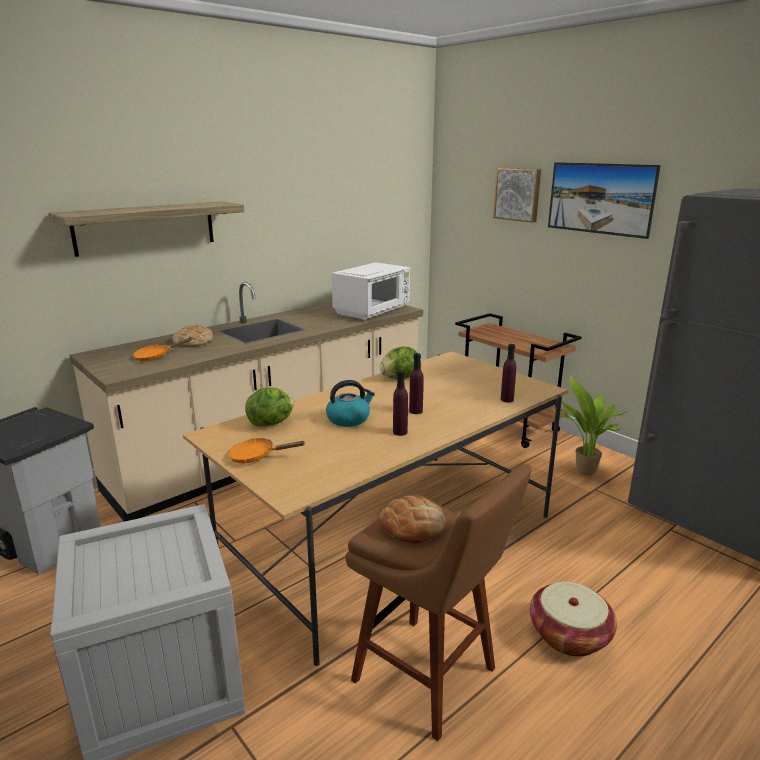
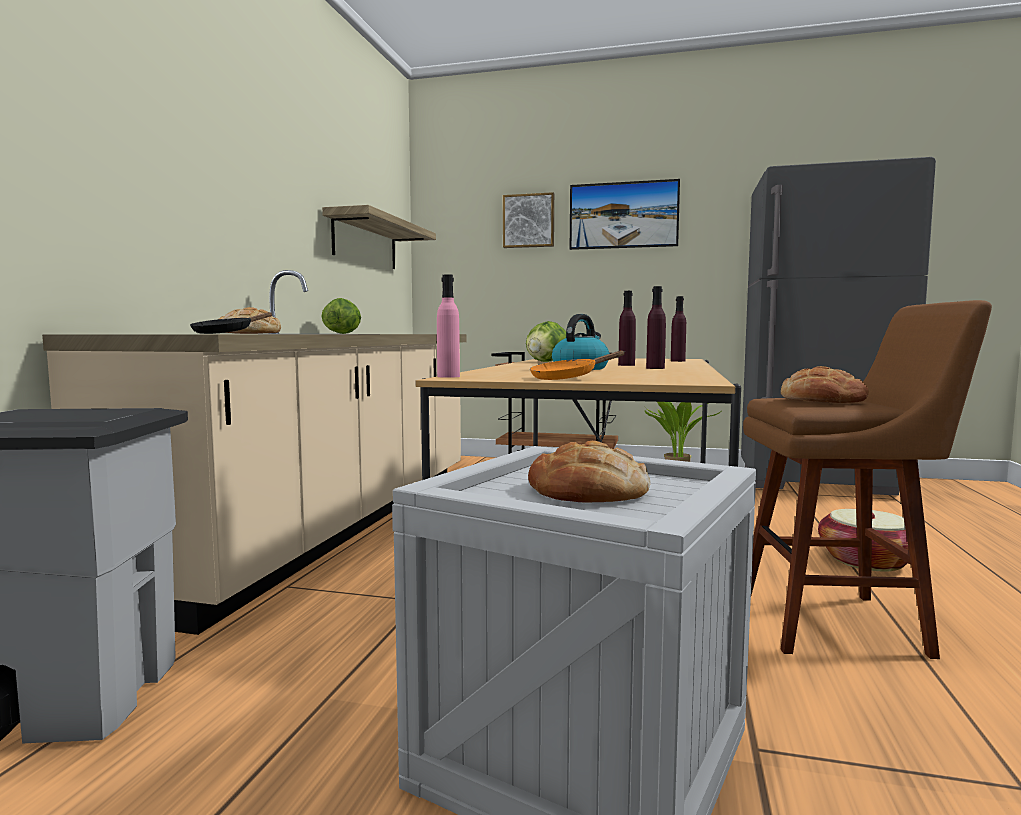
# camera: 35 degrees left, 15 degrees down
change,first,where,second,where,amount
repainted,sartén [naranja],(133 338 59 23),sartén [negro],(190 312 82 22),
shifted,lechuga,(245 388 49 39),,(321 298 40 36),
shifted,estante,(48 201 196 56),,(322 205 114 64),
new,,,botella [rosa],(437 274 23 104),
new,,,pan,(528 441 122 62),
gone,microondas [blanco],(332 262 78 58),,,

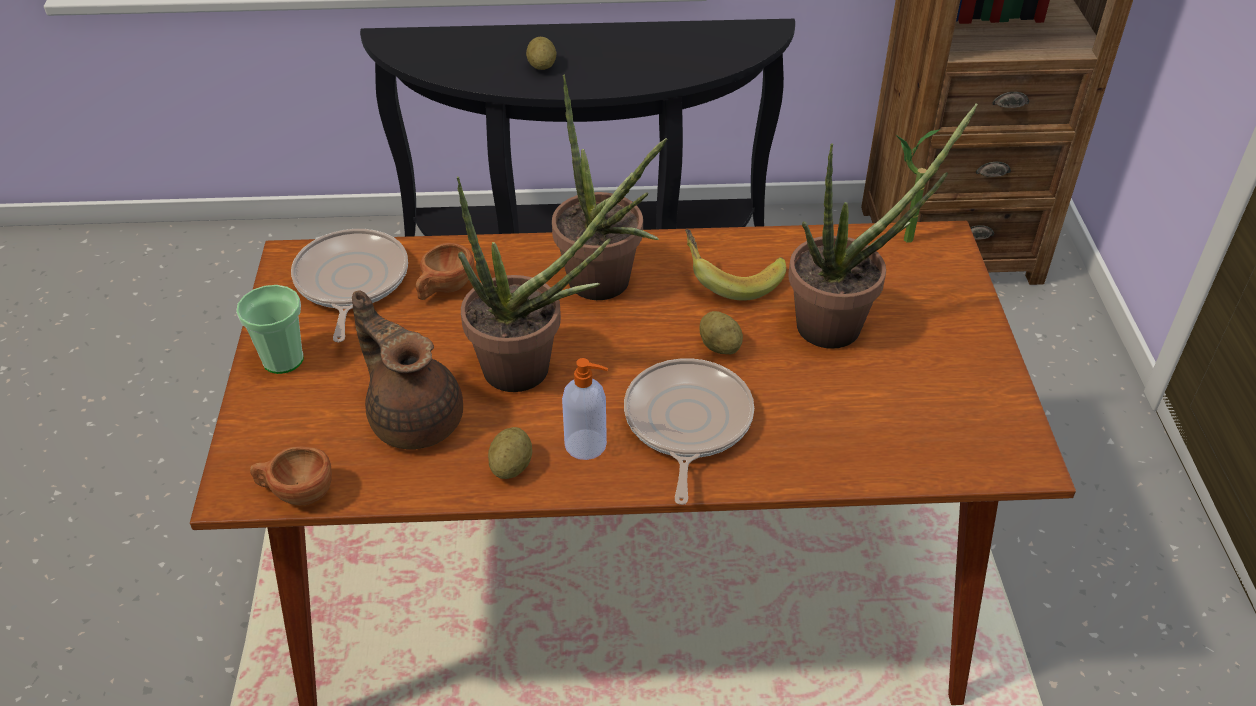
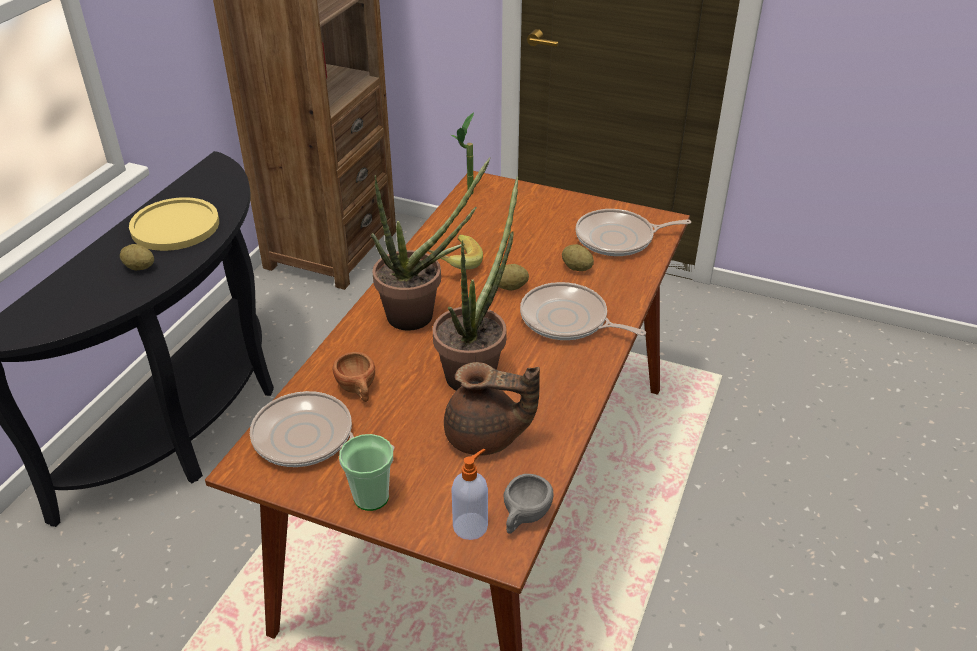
# camera: 65 degrees left, 5 degrees down
change,first,where,second,where,amount
new,,,plato [amarillo],(129 197 90 54),
rotated,tetera [marrón],(352 290 111 159),,(444 362 96 94),150 degrees counterclockwise
shifted,dispensador de jabón,(562 358 46 102),,(451 449 37 91),
repainted,taza [marrón],(250 446 82 59),taza [gris],(503 474 51 60),
shifted,patata,(488 427 44 52),,(562 244 32 27),
new,,,sartén,(575 209 116 47),
gone,planta en maceta,(788 103 190 246),,,

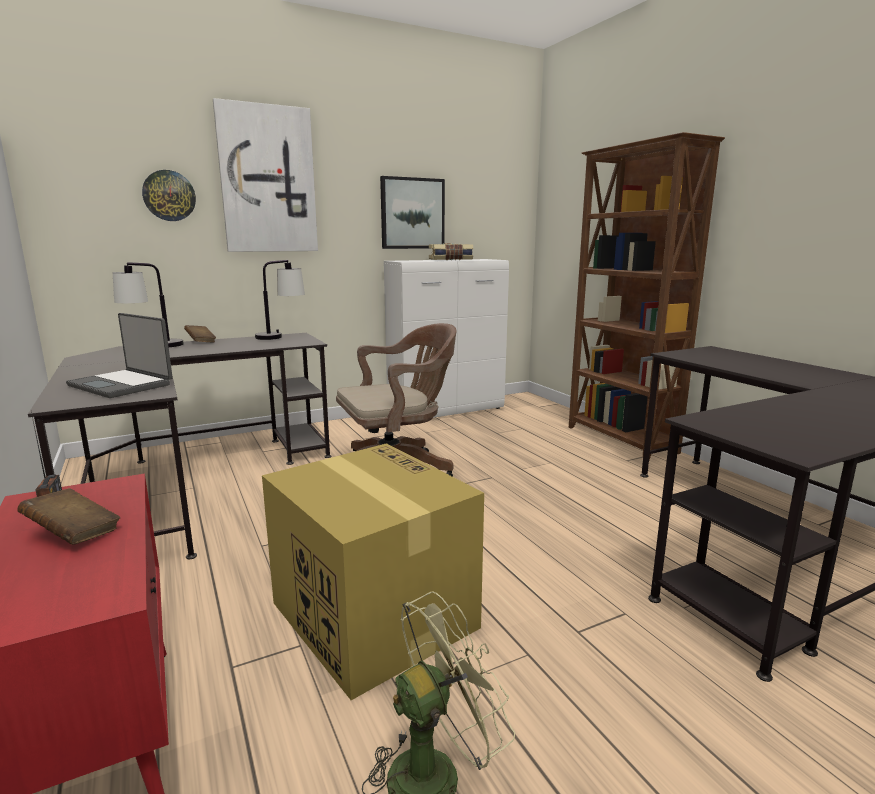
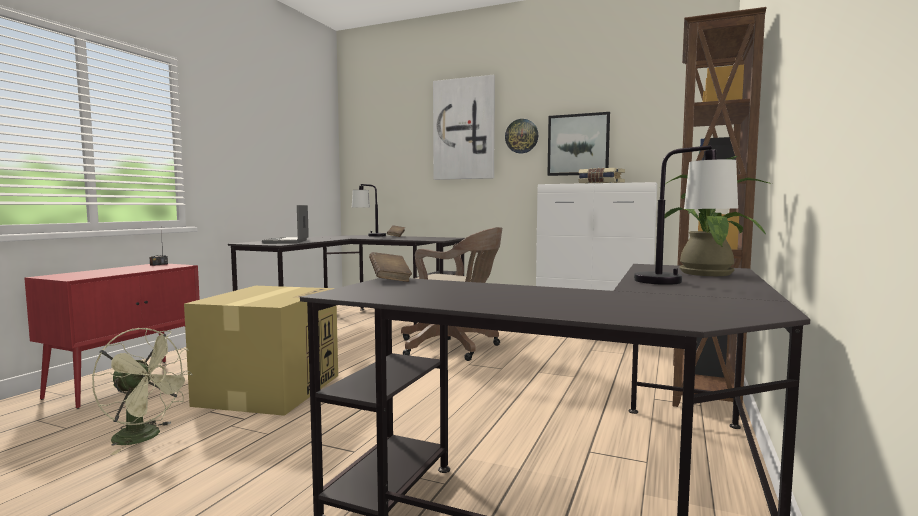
# camera: 50 degrees right, 10 degrees down
change,first,where,second,where,amount
shifted,libro [marrón],(17 488 103 57),,(369 252 43 30),
shifted,reloj de pared,(142 170 54 51),,(505 119 33 35),
shifted,lámpara de mesa,(255 260 50 80),,(634 145 104 140),
new,,,planta en maceta,(659 156 113 120),

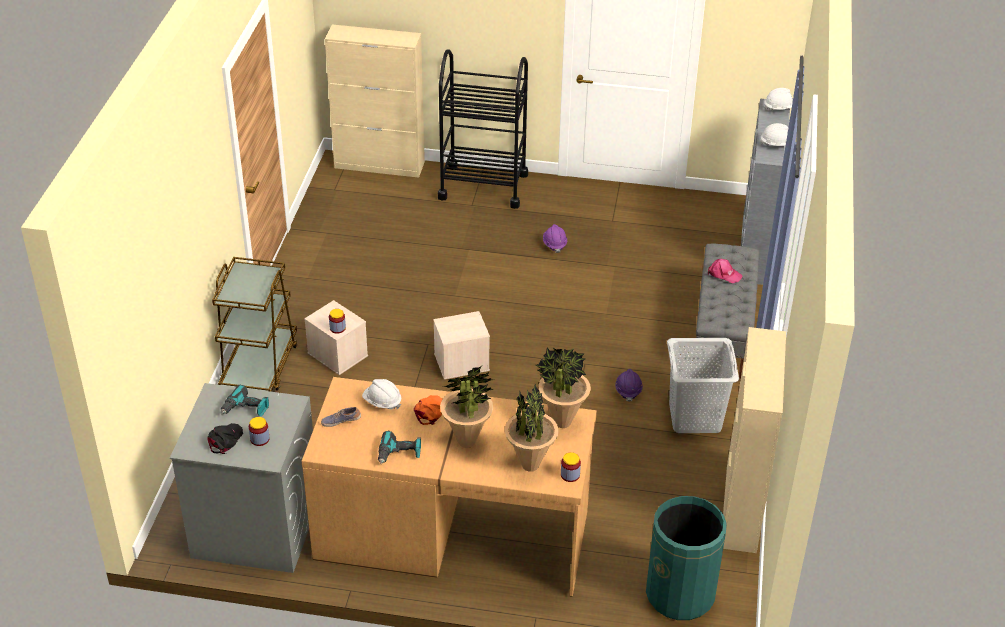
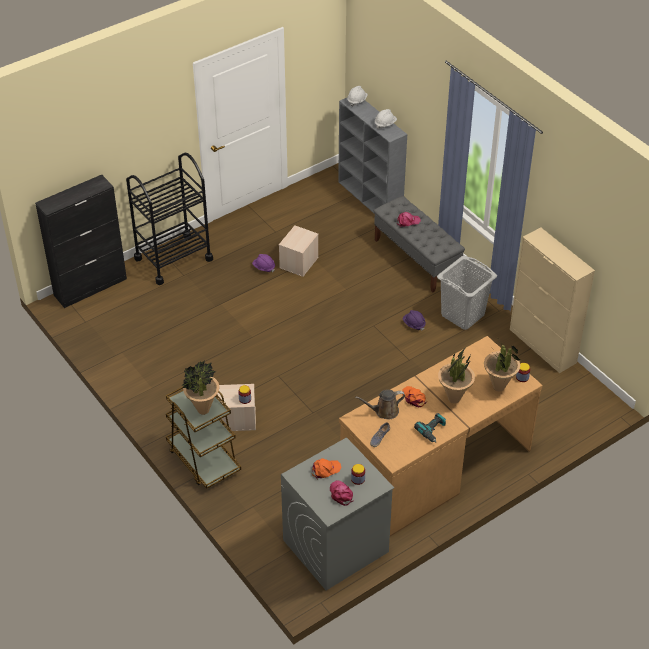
# camera: 45 degrees left, 5 degrees up
change,first,where,second,where,amount
repainted,armario [beis],(325 24 100 154),armario [negro],(35 175 92 133),
shifted,planta en maceta,(536 347 55 81),,(181 360 39 55),
shifted,caja de almacenaje [beis],(433 311 57 68),,(279 225 39 52),
swapped,taladro,(221 385 48 32),gorra [naranja],(312 458 30 22),
repainted,gorra [negro],(207 423 36 31),gorra [rosa],(330 480 24 26),
swapped,casco [blanco],(362 379 39 30),regadera [marrón],(355 389 50 30),
gone,papelera [verde],(646 496 81 124),,,

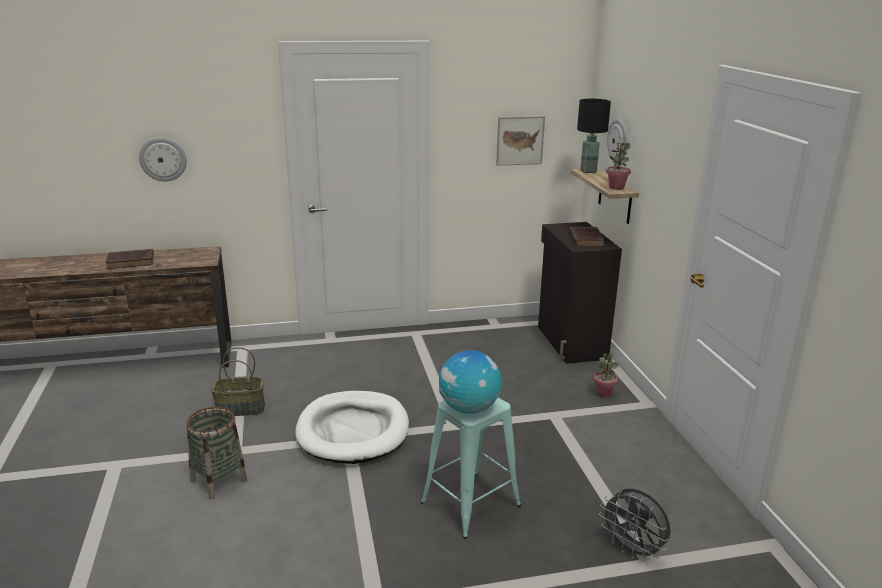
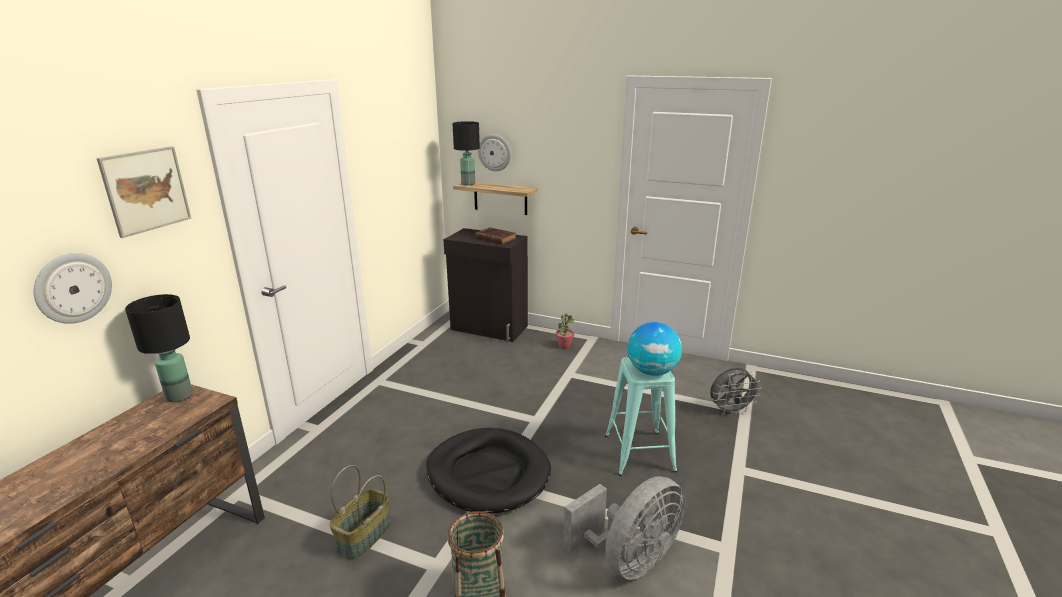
# camera: 55 degrees left, 0 degrees up
change,first,where,second,where,amount
shifted,cuadro,(496 116 49 50),,(97 146 94 92),
new,,,lámpara de mesa [negro],(125 294 68 108),
repainted,cama para perro [blanco],(295 391 114 73),cama para perro [negro],(426 428 125 85),
new,,,ventilador [gris],(563 476 123 104),
gone,libro [marrón],(105 249 49 20),,,
gone,planta en maceta,(606 142 25 48),,,

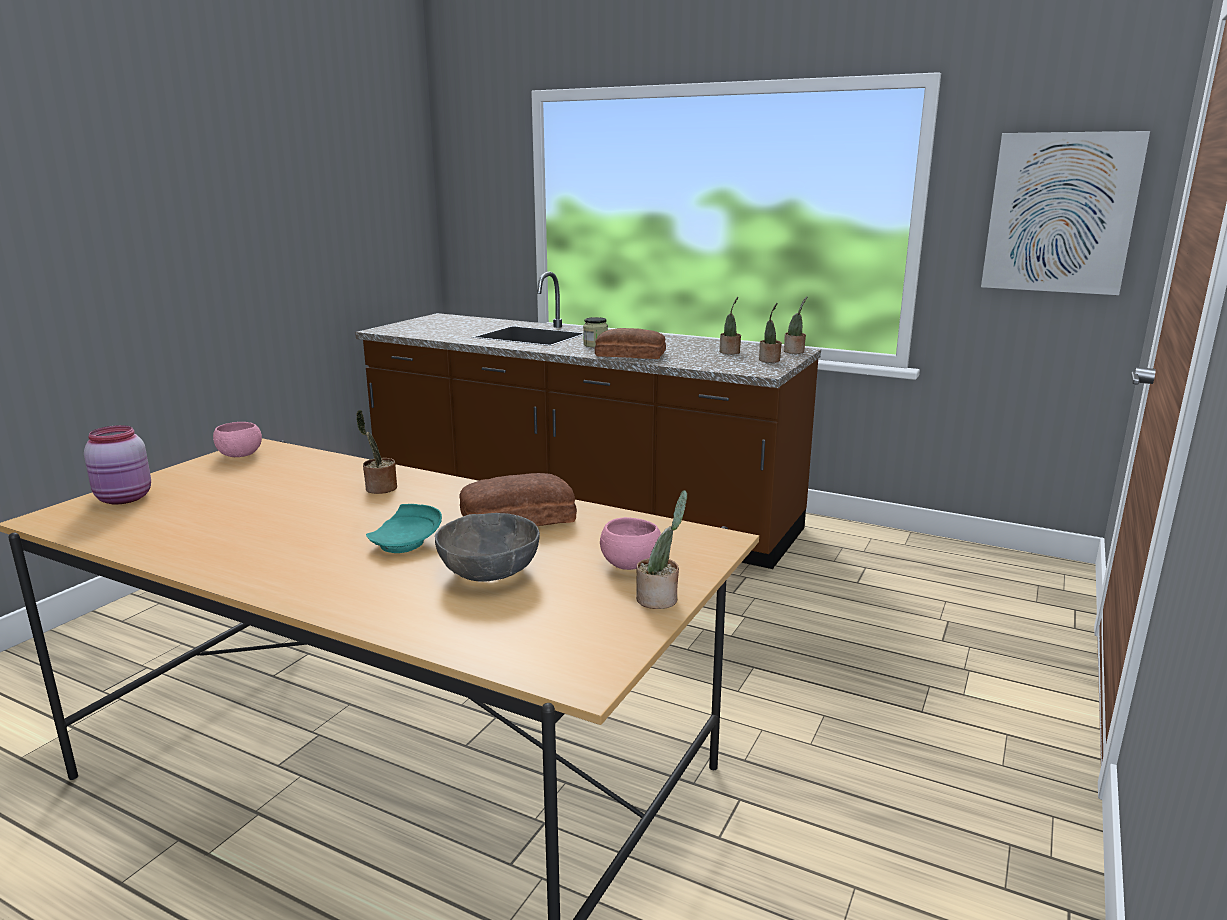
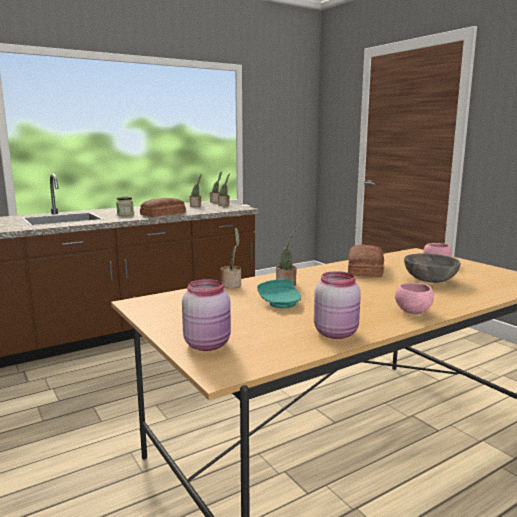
# camera: 60 degrees left, 5 degrees down
change,first,where,second,where,amount
shifted,planta en maceta,(636 490 51 119),,(220 228 21 61),
shifted,plato [turquesa],(366 504 76 49),,(257 279 44 29),
new,,,tarro [rosa],(314 271 47 68),
shifted,cuenco [rosa],(213 422 49 35),,(395 283 39 31),
gone,cuadro,(981 131 169 164),,,

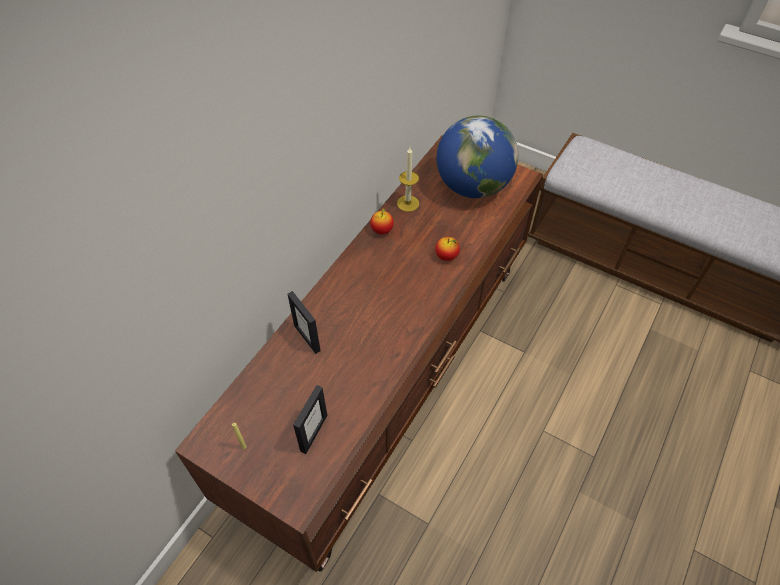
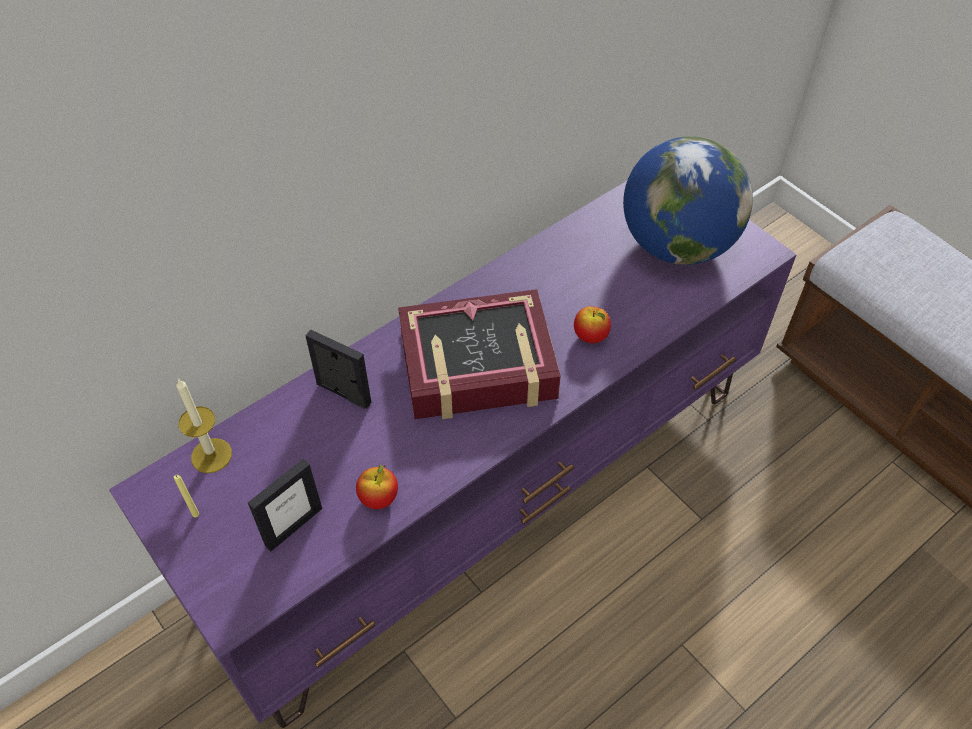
# camera: 20 degrees right, 0 degrees up
change,first,where,second,where,amount
repainted,mueble de televisión [marrón],(175 135 369 437),mueble de televisión [morado],(109 181 688 547),
shifted,vela,(397 147 22 65),,(176 378 56 95),
rotated,portarretratos,(287 291 33 63),,(305 330 66 79),135 degrees clockwise
shifted,manzana,(370 207 24 28),,(356 465 42 44),
new,,,libro,(398 289 163 130),

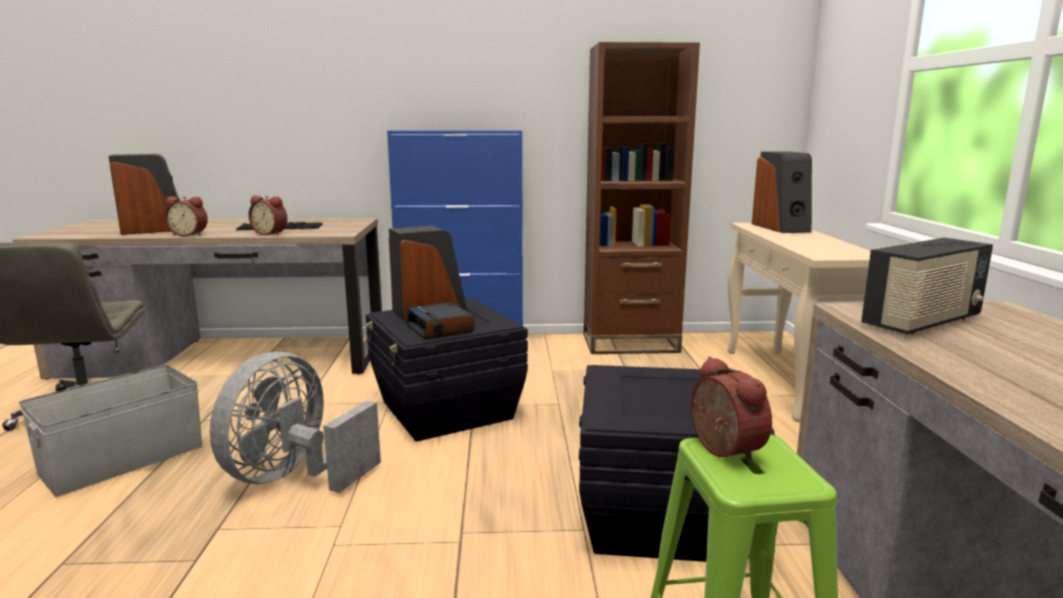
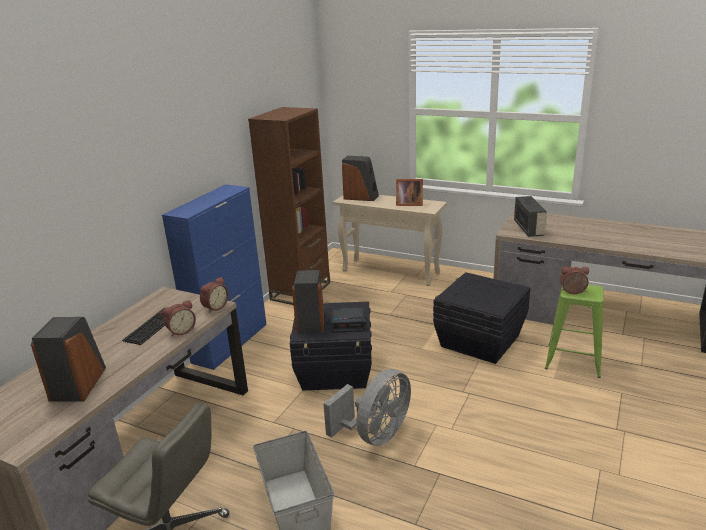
# camera: 60 degrees left, 10 degrees up
change,first,where,second,where,amount
shifted,despertador,(165 196 43 41),,(200 277 29 36),
rotated,ventilador [gris],(210 352 171 141),,(323 369 88 77),105 degrees counterclockwise
new,,,portarretratos,(396 179 27 27),

